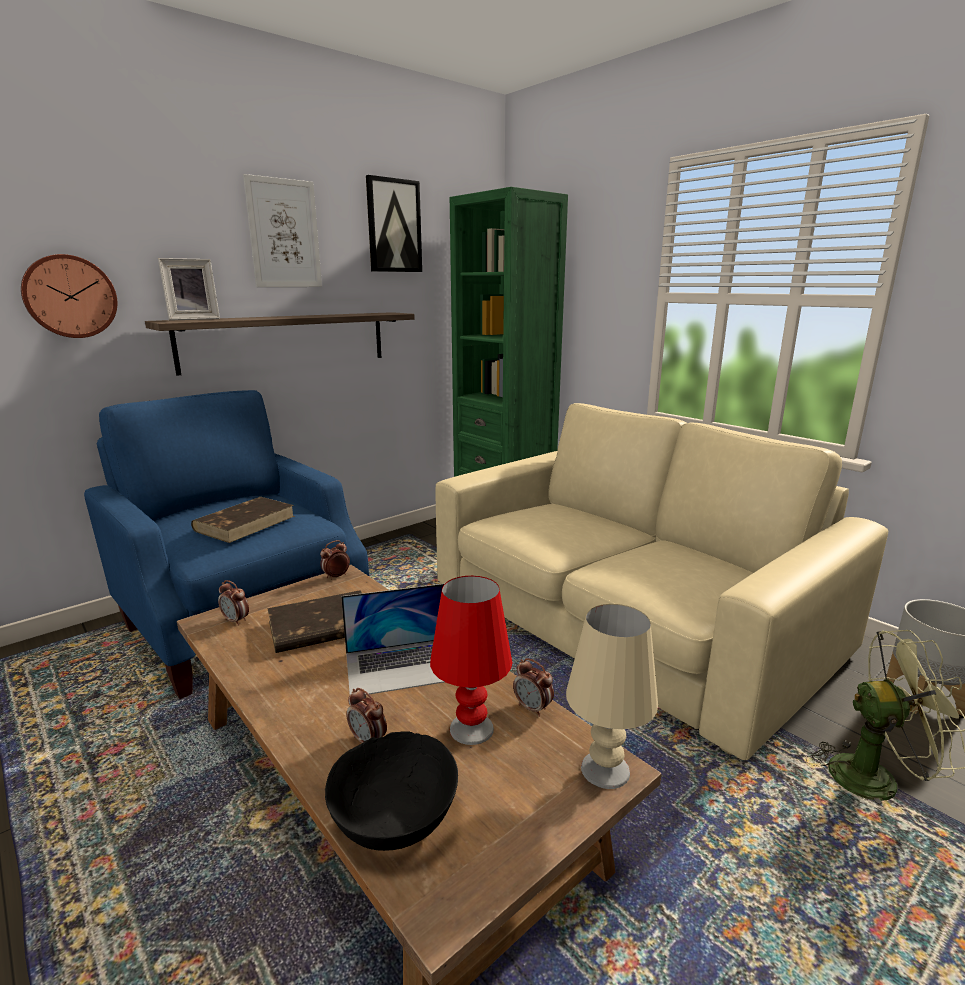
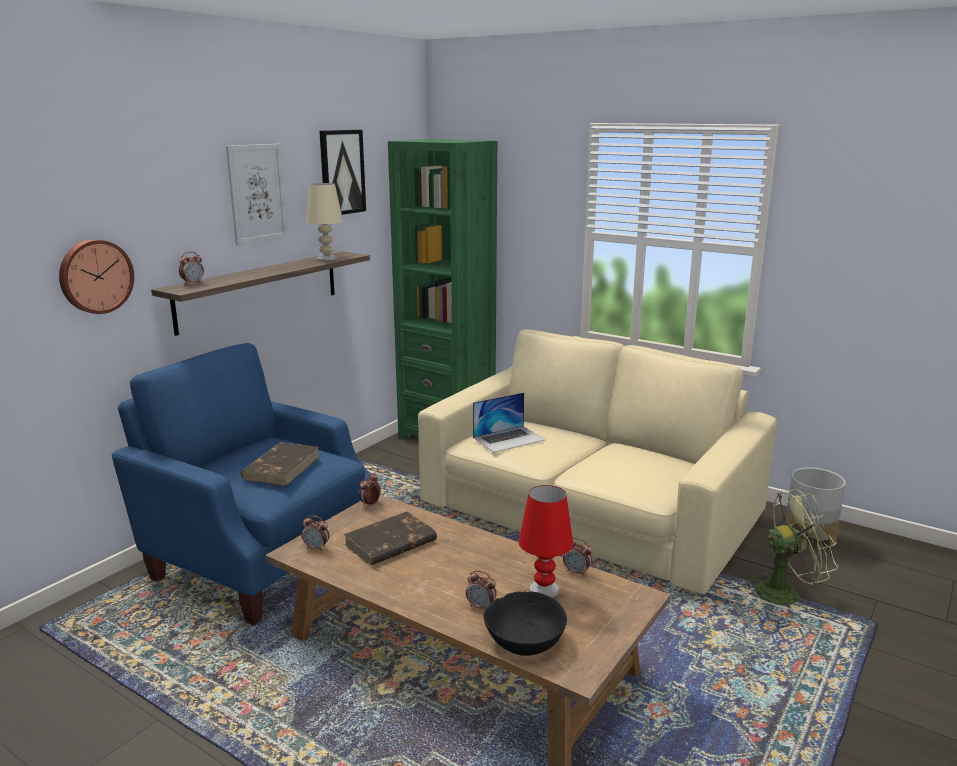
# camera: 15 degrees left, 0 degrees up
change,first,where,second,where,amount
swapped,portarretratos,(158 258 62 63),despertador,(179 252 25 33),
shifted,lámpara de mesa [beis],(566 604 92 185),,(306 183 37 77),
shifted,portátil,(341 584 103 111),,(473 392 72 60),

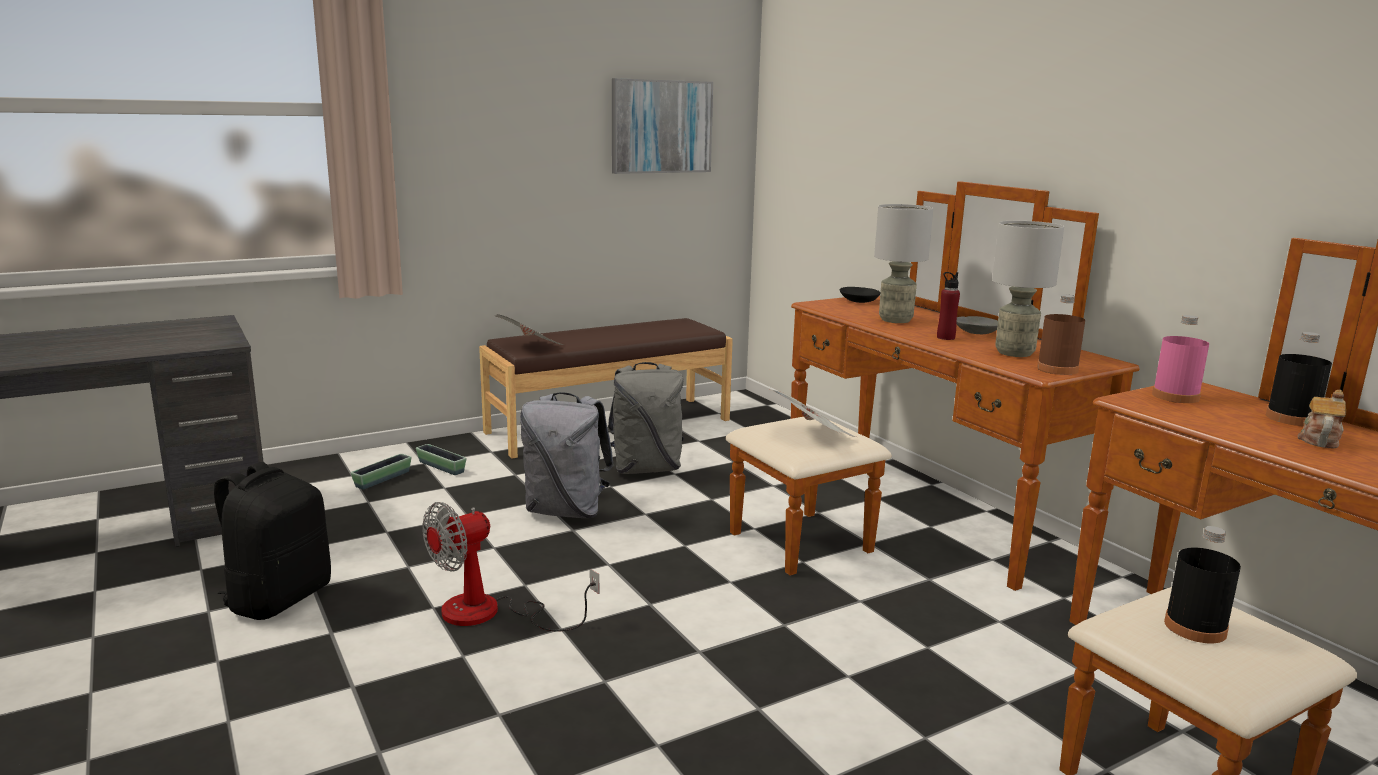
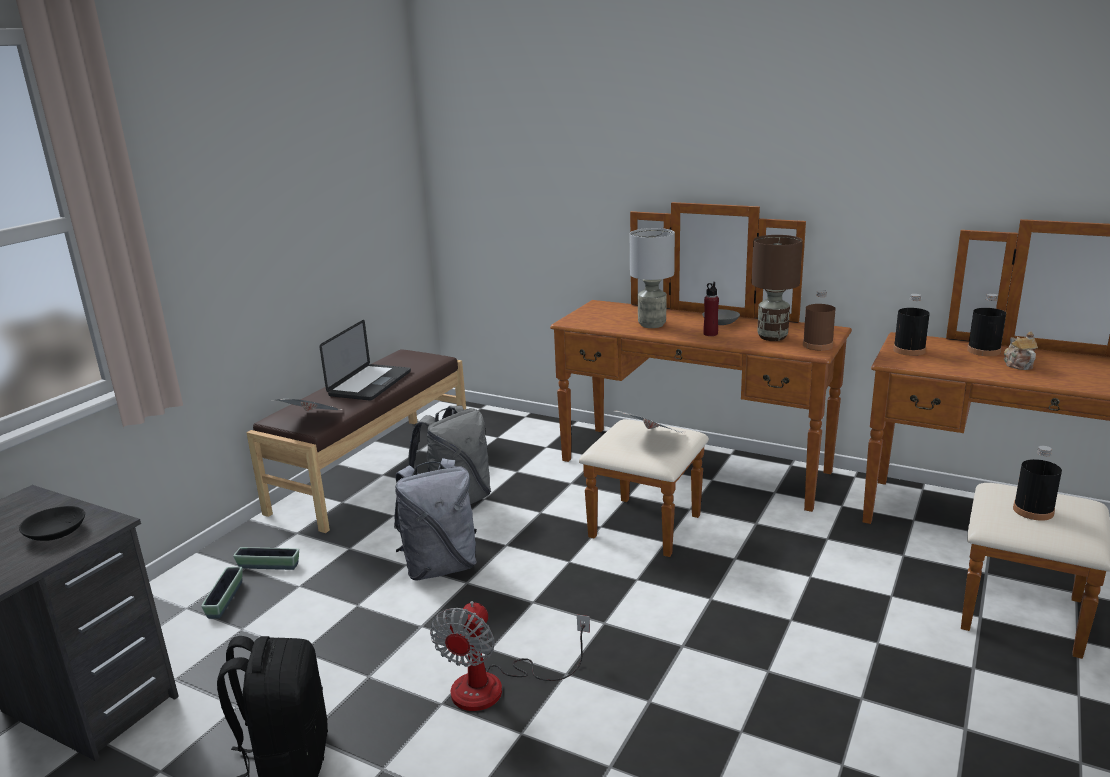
# camera: 30 degrees left, 5 degrees up
change,first,where,second,where,amount
shifted,cuenco [negro],(840 287 40 16),,(19 506 66 35),
new,,,portátil,(319 320 92 81),
repainted,lámpara de mesa [gris],(992 221 72 136),lámpara de mesa [marrón],(751 235 52 106),
repainted,botella [rosa],(1152 315 57 88),botella [negro],(893 294 37 62),
gone,cuadro,(612 78 101 96),,,

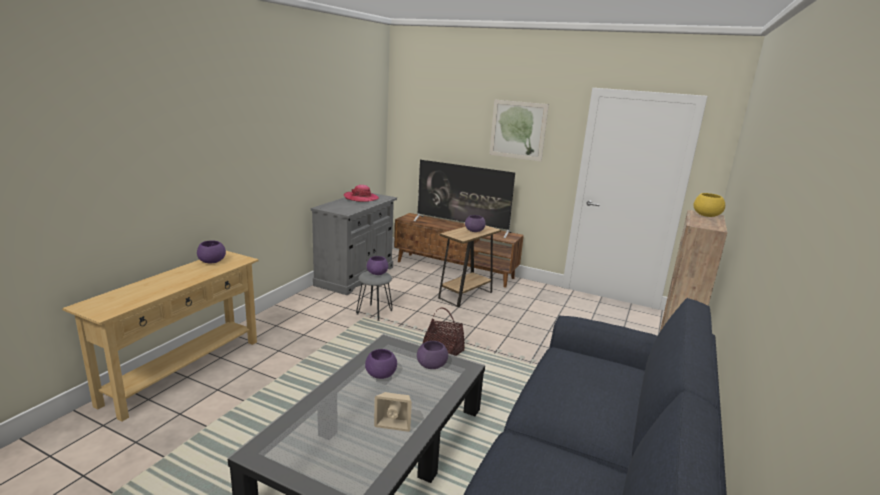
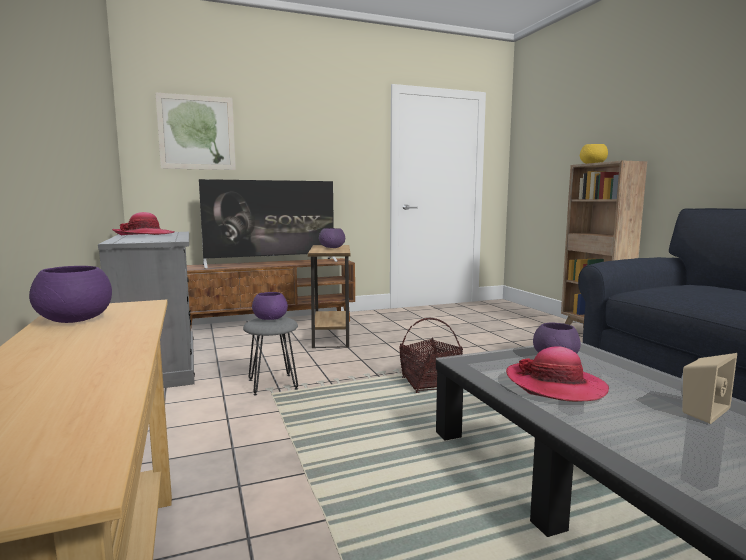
# camera: 45 degrees left, 10 degrees down
change,first,where,second,where,amount
shifted,cuadro,(489 100 60 61),,(156 93 80 77),
swapped,cuenco [morado],(365 349 32 30),sombrero,(506 346 103 56),

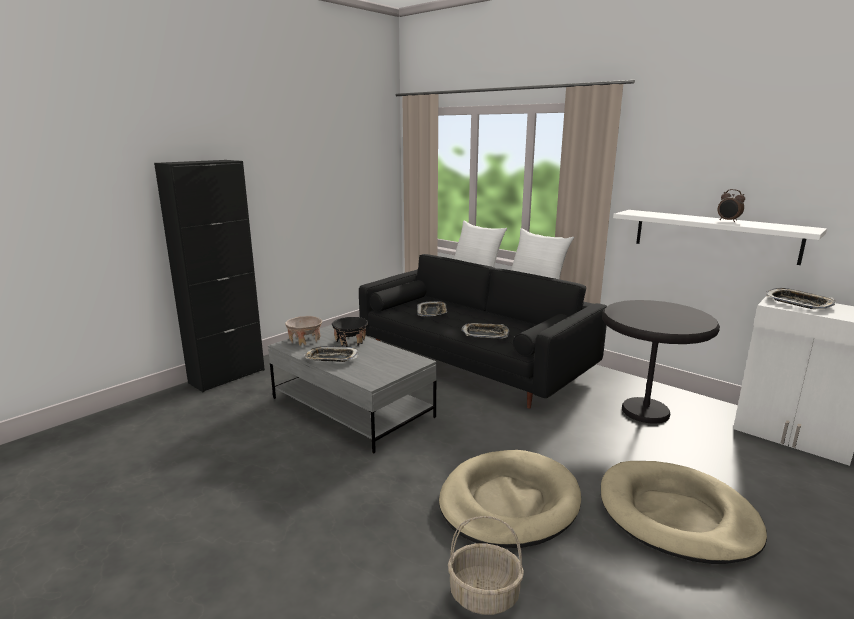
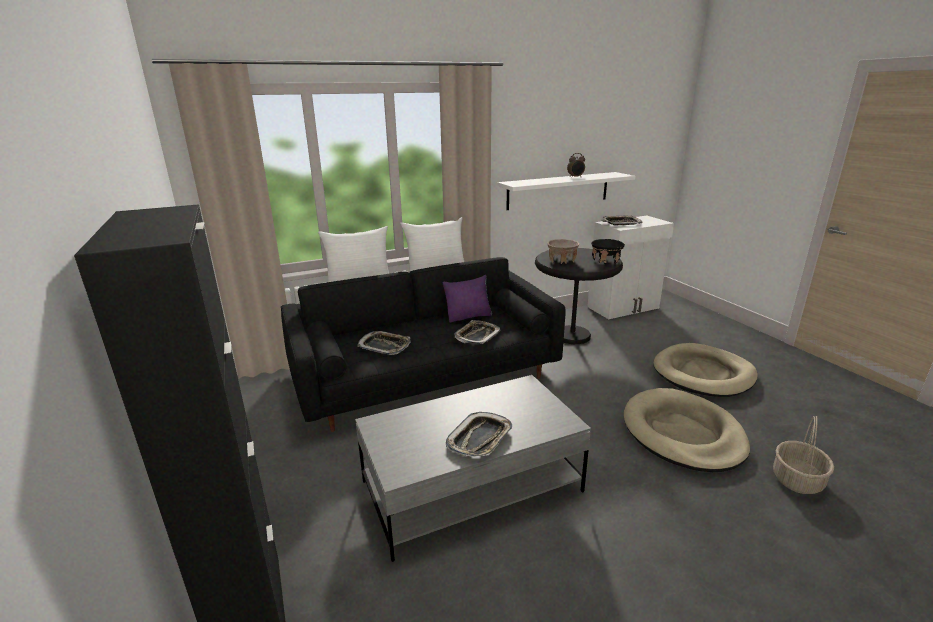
# camera: 65 degrees left, 5 degrees up
change,first,where,second,where,amount
new,,,cojín [morado],(443 275 49 48),
shifted,cuenco [beis],(285 316 37 30),,(548 239 31 25),
shifted,cuenco [negro],(332 317 36 30),,(591 239 34 25),

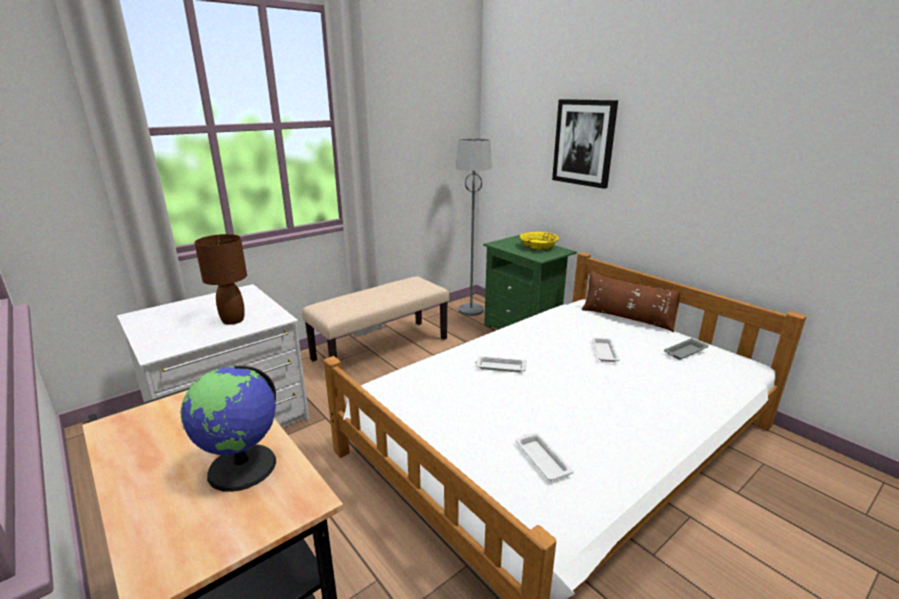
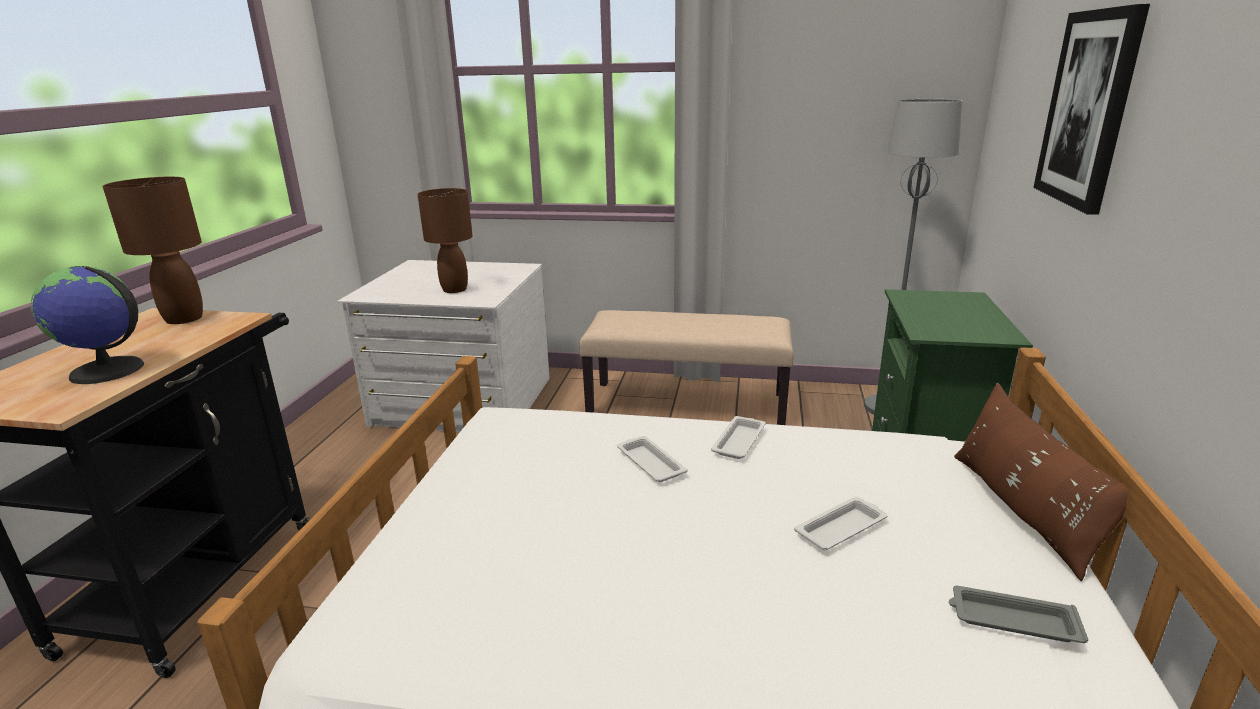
# camera: 50 degrees right, 0 degrees up
change,first,where,second,where,amount
new,,,lámpara de mesa [marrón],(103 177 100 147),
shifted,bandeja [blanco],(515 433 59 48),,(711 416 55 43),
gone,cuenco [amarillo],(520 232 39 17),,,

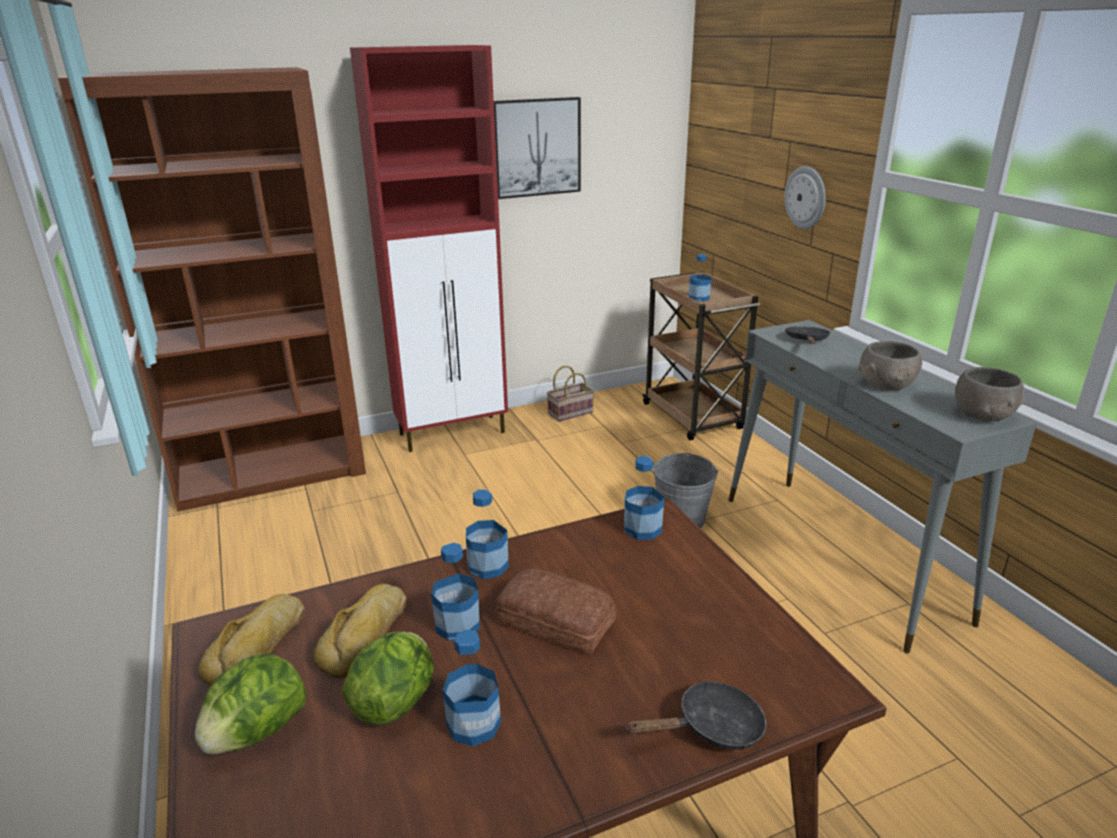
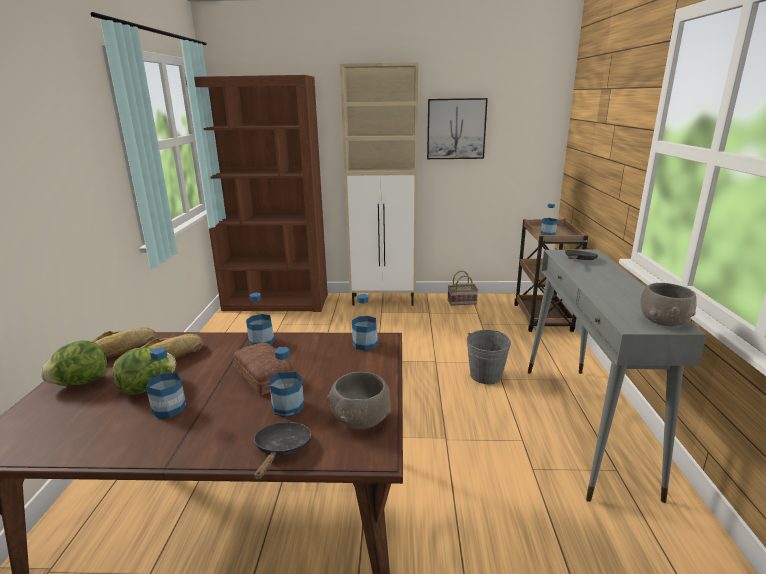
# camera: 25 degrees right, 5 degrees down
change,first,where,second,where,amount
rotated,sartén [negro],(625 681 142 69),,(254 422 57 58),90 degrees counterclockwise
shifted,botella,(431 542 49 99),,(269 347 35 70),
shifted,cuenco [gris],(858 341 64 50),,(327 372 64 57),
repainted,armario [rojo],(350 45 158 407),armario [beis],(340 62 78 244),
gone,reloj de pared,(785 166 41 63),,,

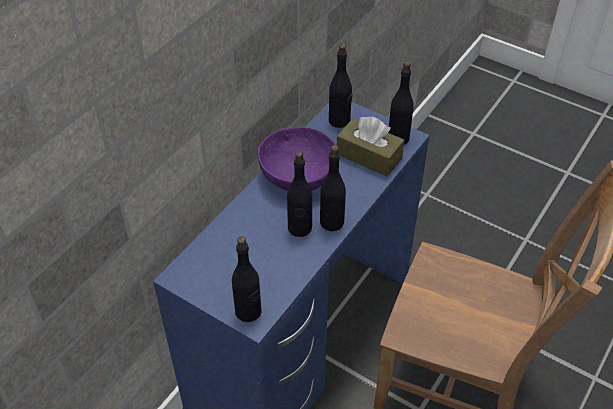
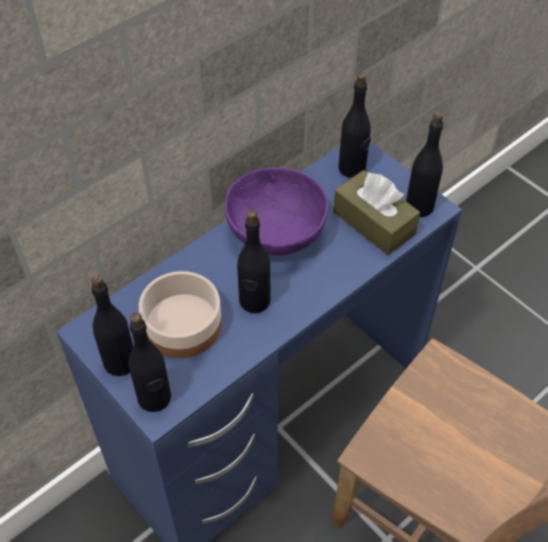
# camera: 15 degrees right, 5 degrees up
change,first,where,second,where,amount
shifted,botella [negro],(320 145 26 86),,(91 275 42 101),
new,,,cuenco,(139 271 83 87),

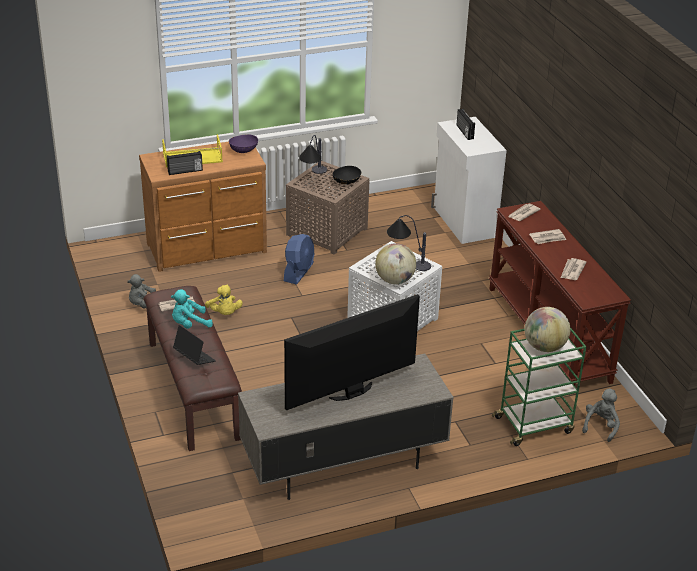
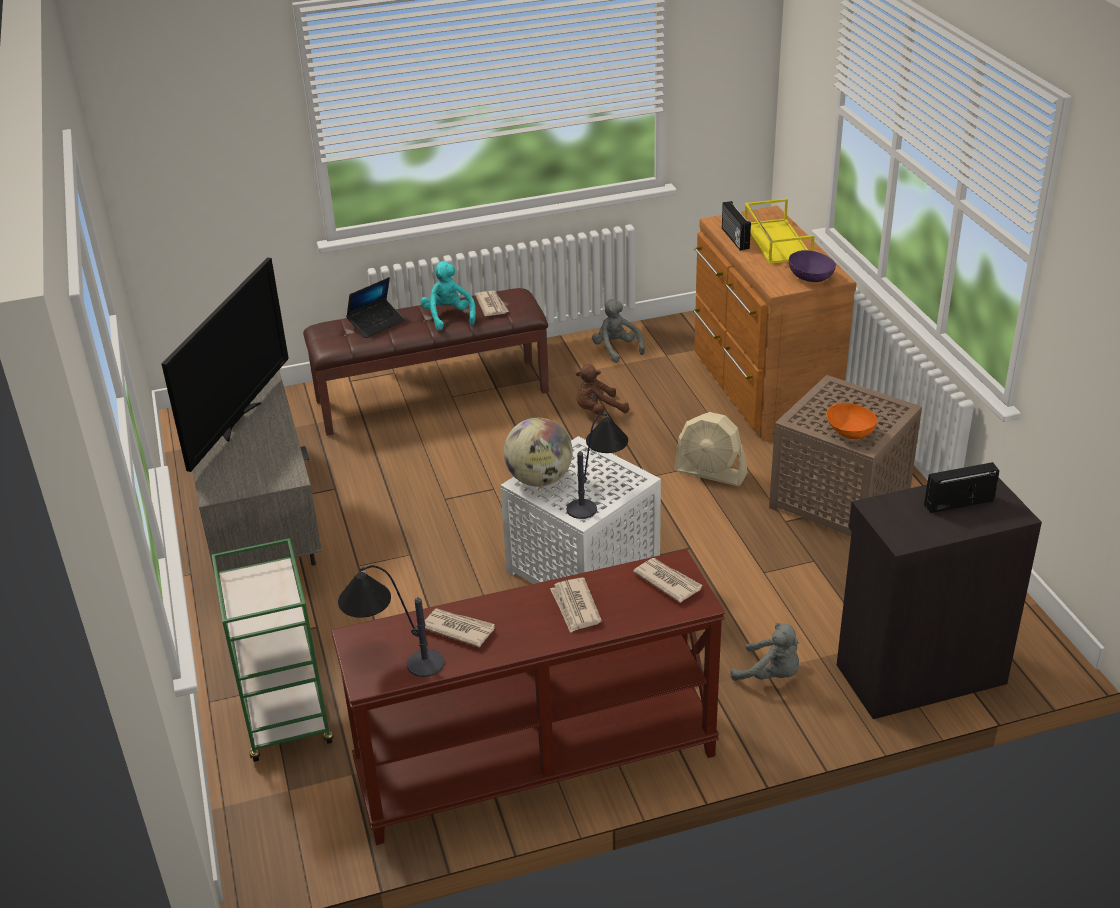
# camera: 95 degrees right, 0 degrees up
change,first,where,second,where,amount
rotated,televisor,(284 294 136 116),,(162 257 127 215),45 degrees clockwise
shifted,lámpara de mesa,(299 135 28 39),,(338 565 106 112),
repainted,peluche [amarillo],(205 285 38 30),peluche [marrón],(576 364 53 51),
repainted,ventilador [azul],(284 234 30 51),ventilador [beis],(674 412 74 74),
shifted,peluche [gris],(582 389 38 53),,(730 623 69 58),
repainted,cuenco [negro],(333 166 28 18),cuenco [naranja],(826 403 51 36),
repainted,armario [blanco],(431 117 76 127),armario [negro],(837 477 205 242),
gone,globo terráqueo,(525 307 46 45),,,

